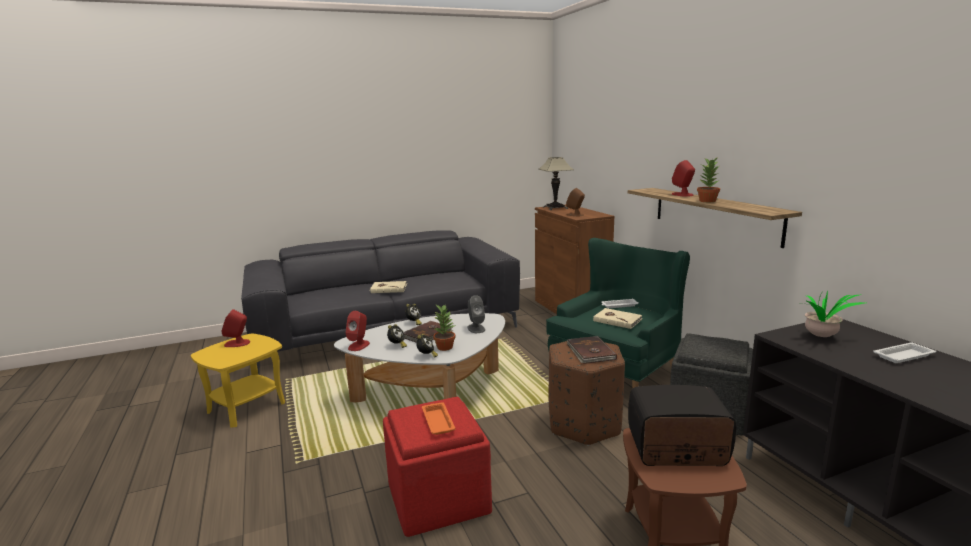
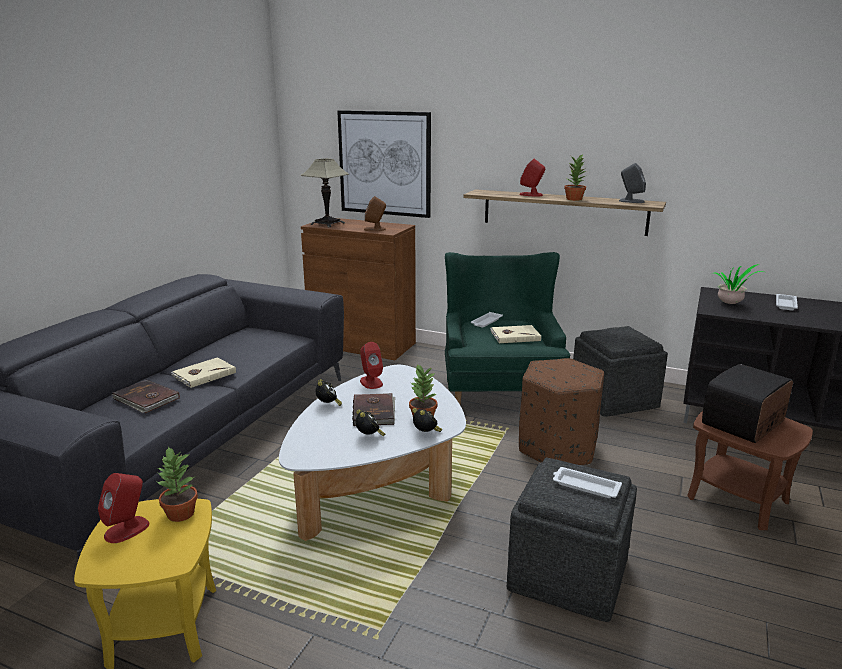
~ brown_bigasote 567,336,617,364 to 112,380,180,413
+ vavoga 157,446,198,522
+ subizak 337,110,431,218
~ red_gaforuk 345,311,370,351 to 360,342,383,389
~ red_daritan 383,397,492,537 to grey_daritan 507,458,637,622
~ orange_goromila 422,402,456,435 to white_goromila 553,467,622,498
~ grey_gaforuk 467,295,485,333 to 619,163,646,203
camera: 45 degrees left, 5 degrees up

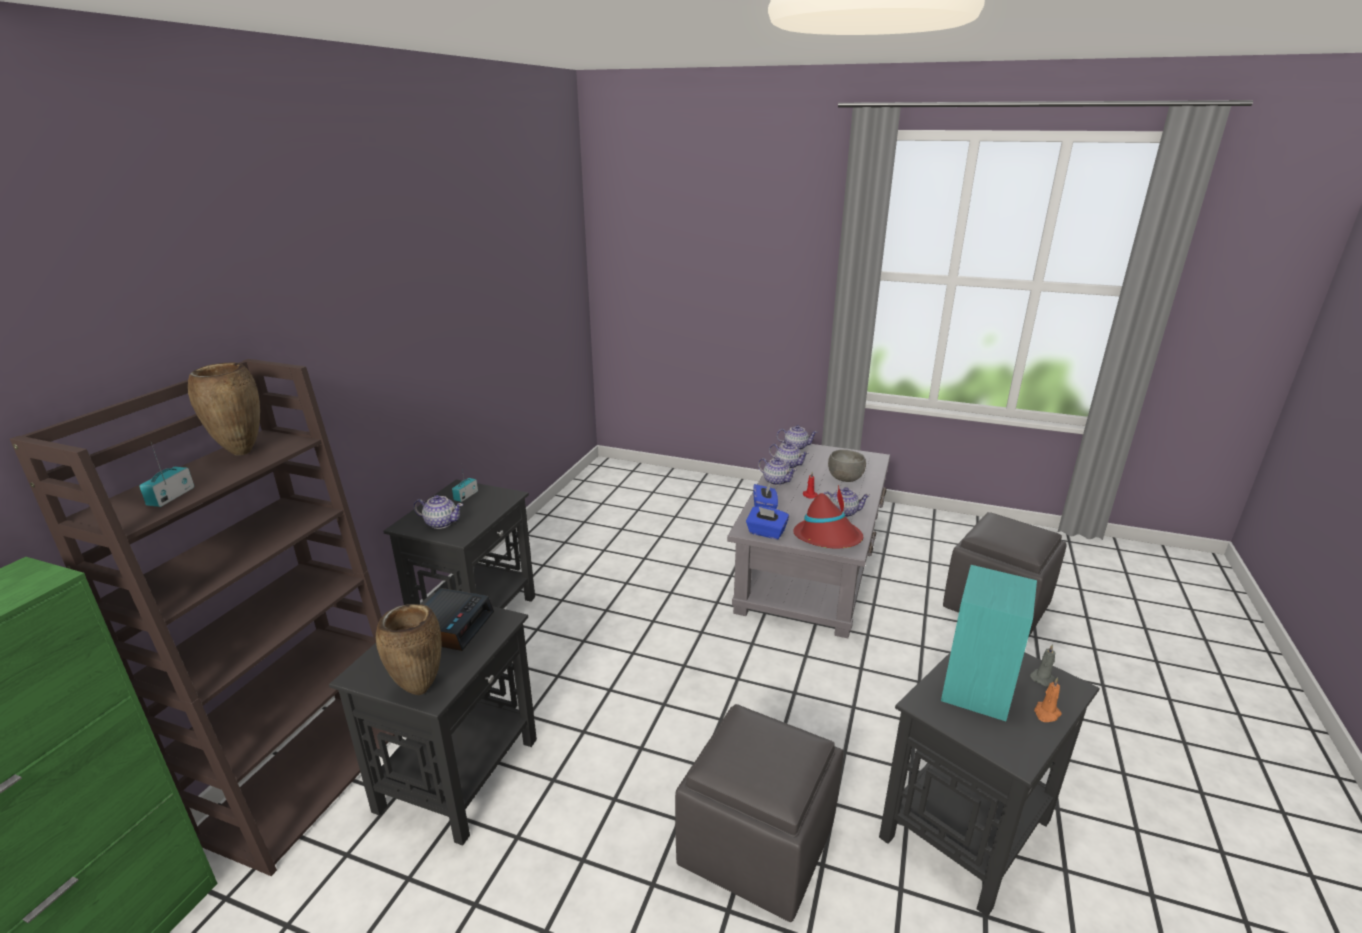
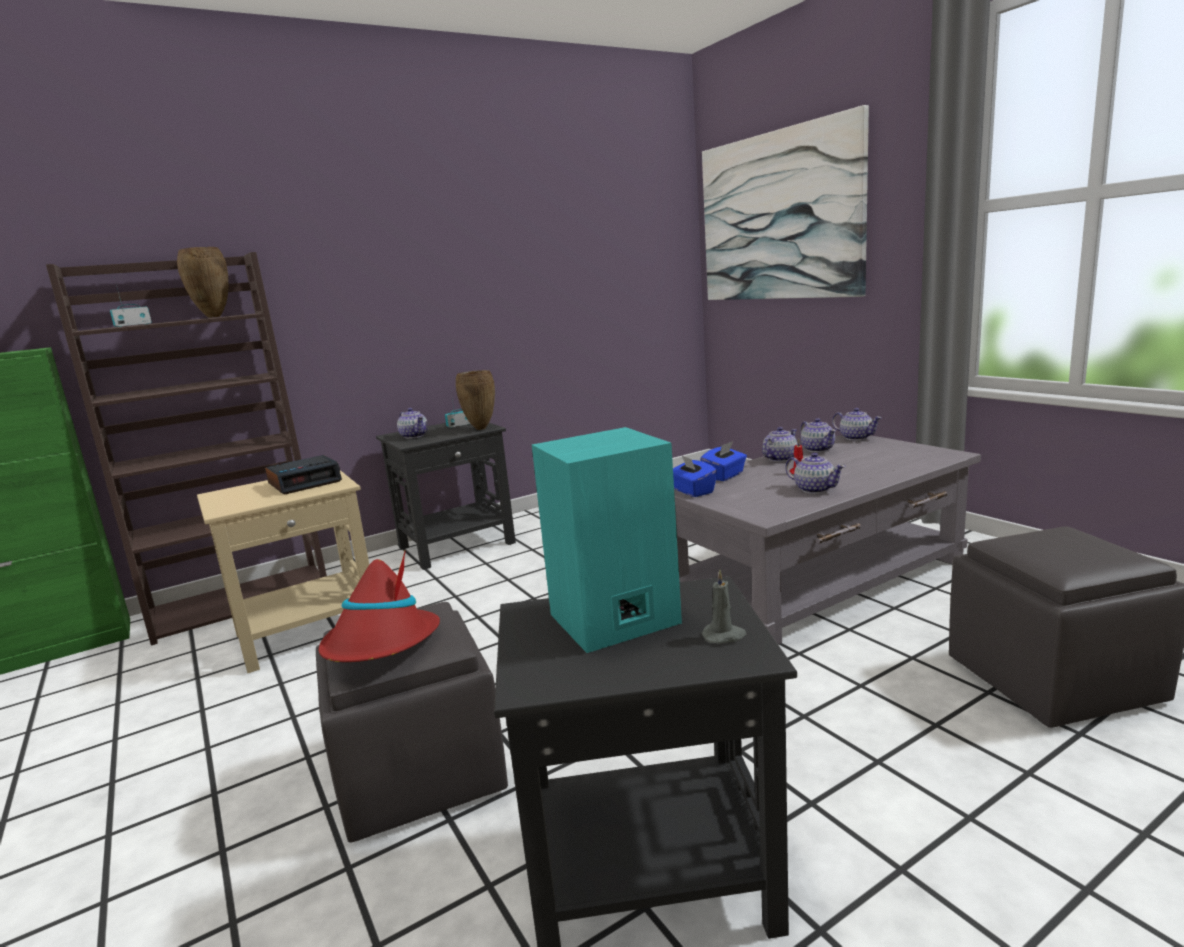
~ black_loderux 329,592,537,846 to beige_loderux 197,470,369,673
~ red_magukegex 793,485,863,548 to 319,550,440,662
~ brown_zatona 376,604,442,695 to 456,370,495,430
+ subizak 702,105,869,300
~ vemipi 758,458,797,486 = 762,427,797,462 120 degrees counterclockwise
- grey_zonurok 828,450,866,482
- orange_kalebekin 1034,677,1062,722
camera: 40 degrees right, 10 degrees down

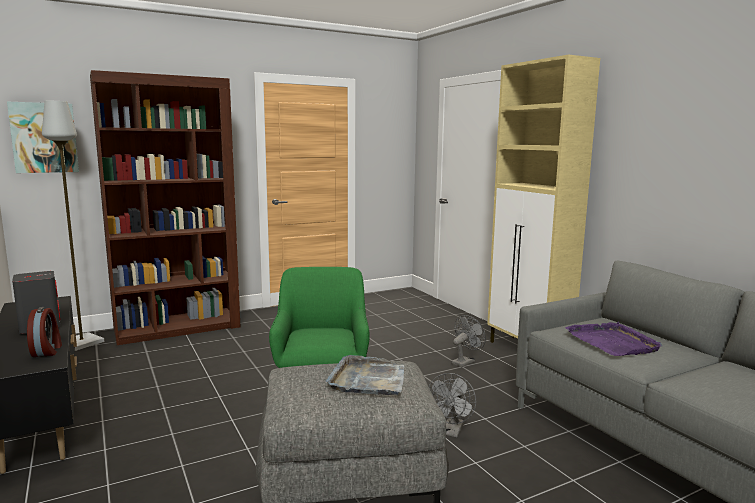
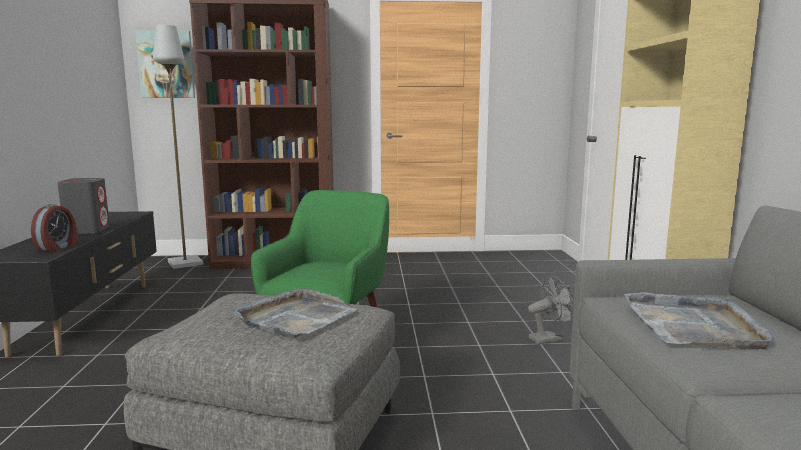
~ purple_goromila 565,322,662,356 to grey_goromila 625,292,776,350
- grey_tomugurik 429,373,476,438
camera: 25 degrees right, 0 degrees up

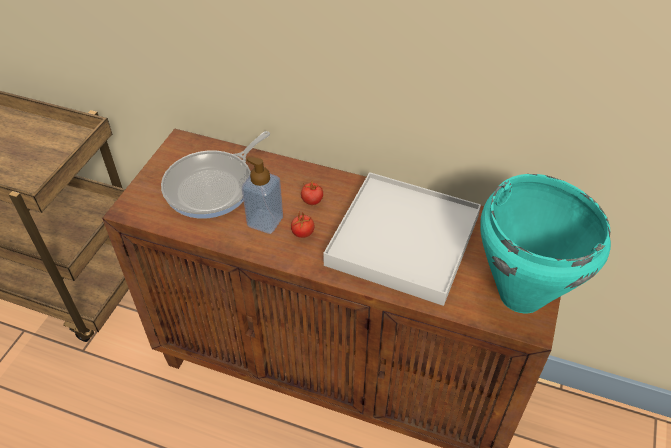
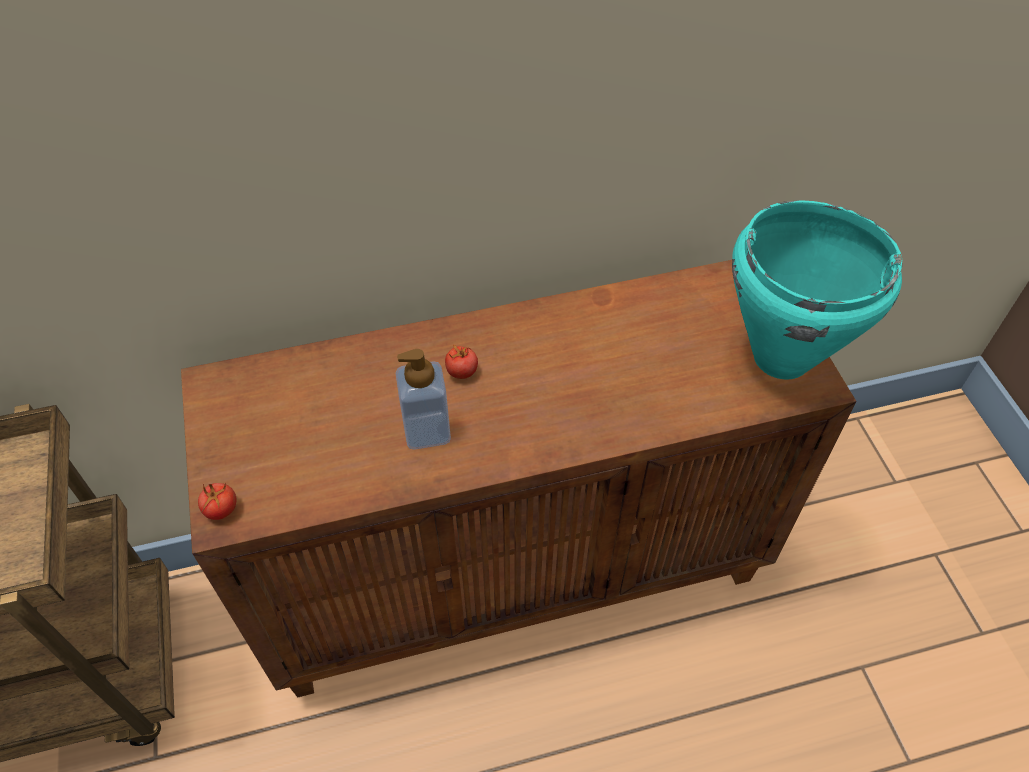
~ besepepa 291,210,314,238 to 198,483,237,520
- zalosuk 161,131,270,219
- white_goromila 323,172,481,306
camera: 35 degrees left, 5 degrees up

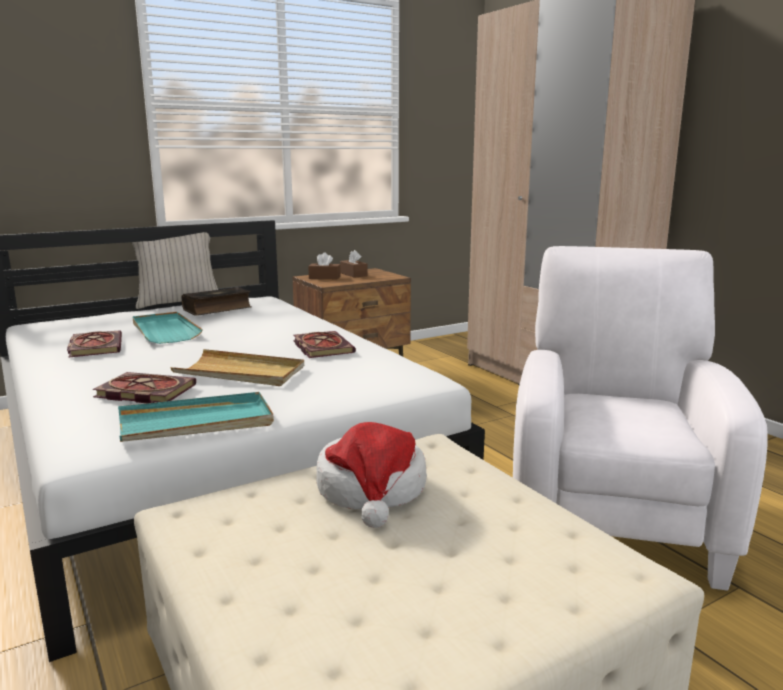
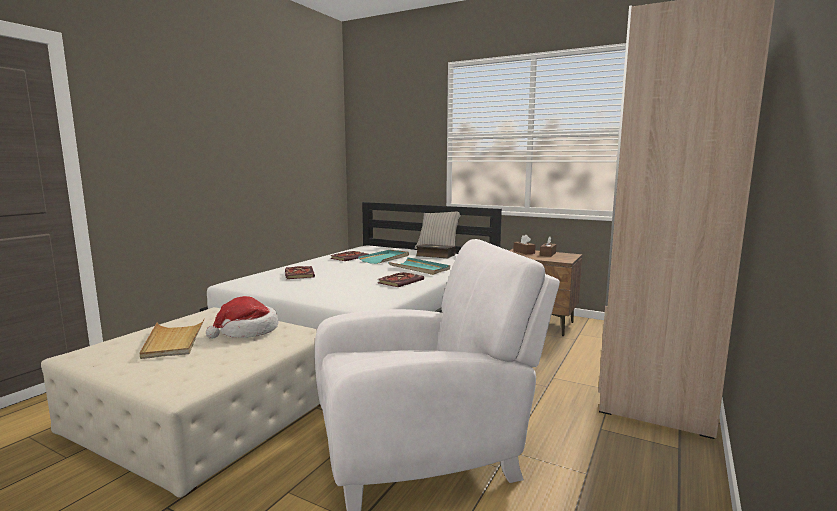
~ beige_goromila 170,349,304,386 to 140,318,205,359
~ turquoise_goromila 118,392,274,442 to 388,257,450,275
camera: 60 degrees right, 5 degrees down

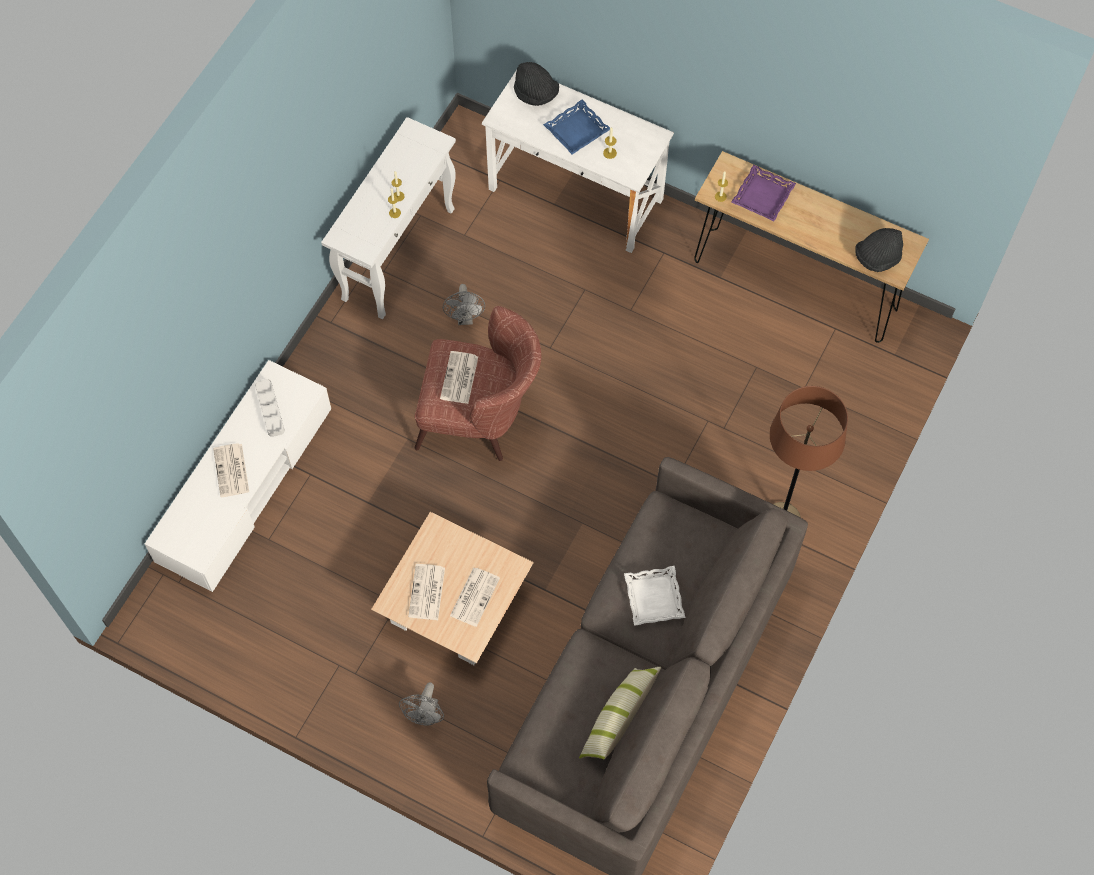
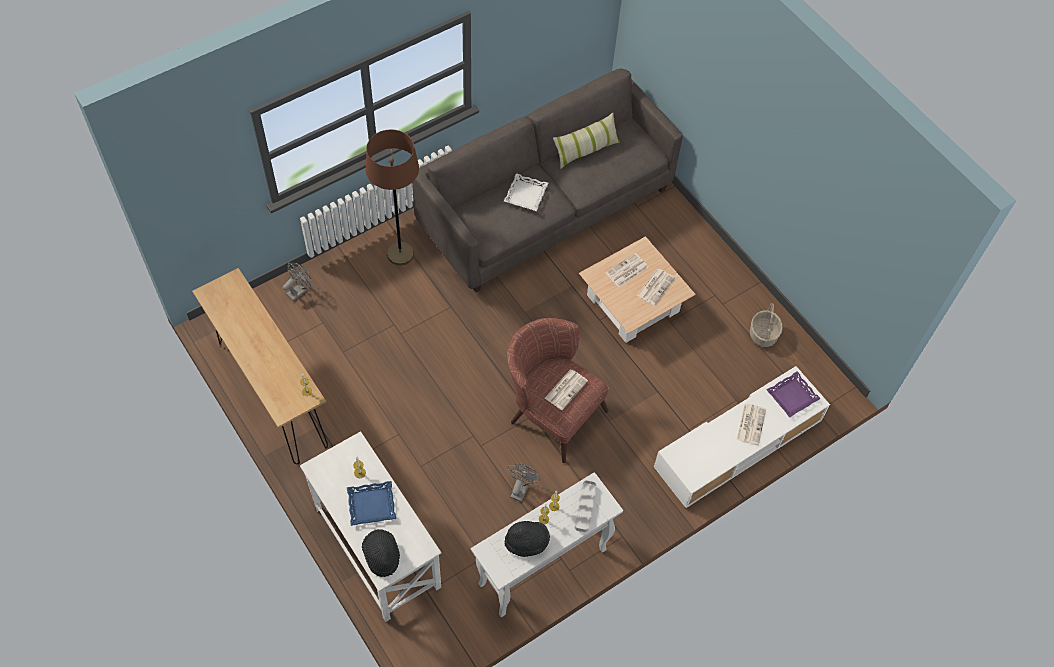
~ grey_tomugurik 399,682,444,726 to 283,263,311,301
~ black_magukegex 855,228,903,272 to 504,521,550,557
~ grey_goromila 255,379,285,437 to 575,480,597,532
+ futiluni 750,303,783,347
~ purple_goromila 731,165,796,221 to 766,371,821,418
camera: 155 degrees left, 5 degrees down

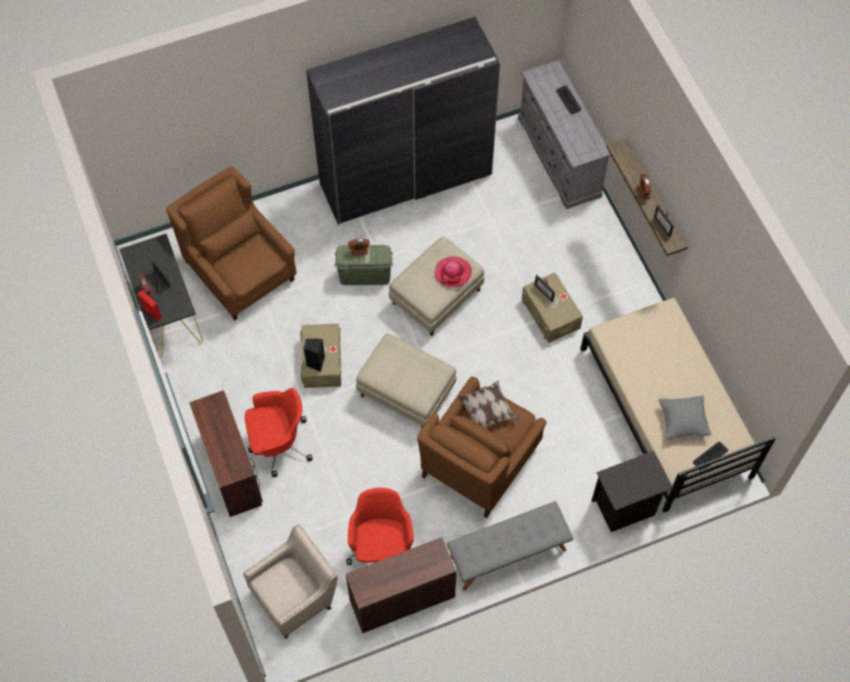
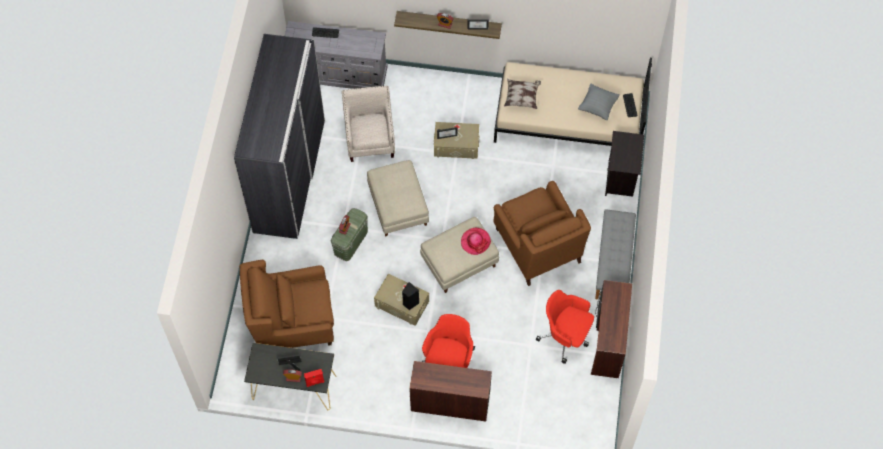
~ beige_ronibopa 243,524,338,639 to 342,86,395,162
~ magukegex 435,256,472,287 to 461,228,491,255
~ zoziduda 457,380,519,428 to 504,79,541,109
camera: 60 degrees left, 0 degrees up

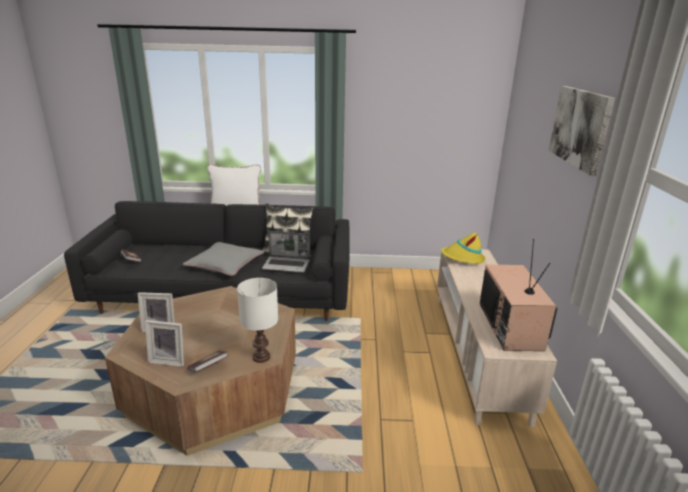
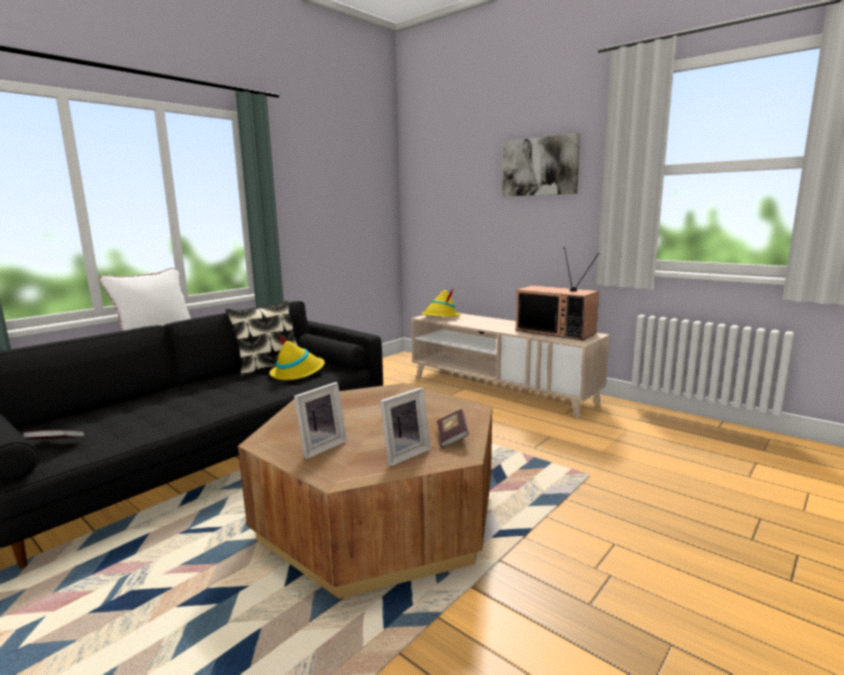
~ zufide 262,231,310,272 to yellow_magukegex 269,334,325,380
- grey_zoziduda 183,242,264,276
- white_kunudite 237,278,278,363
camera: 50 degrees left, 10 degrees down

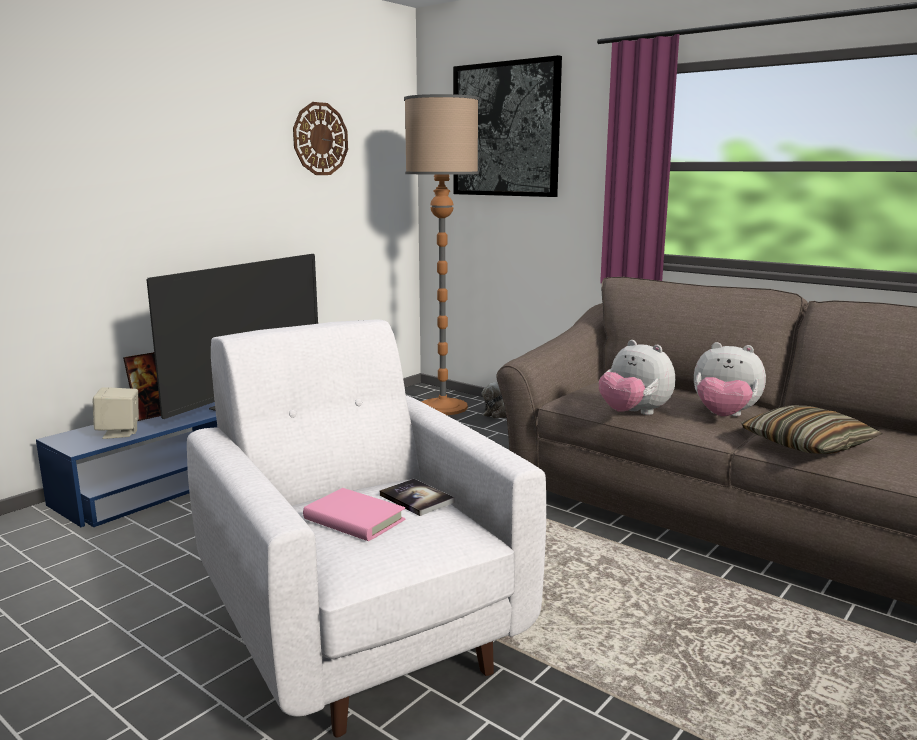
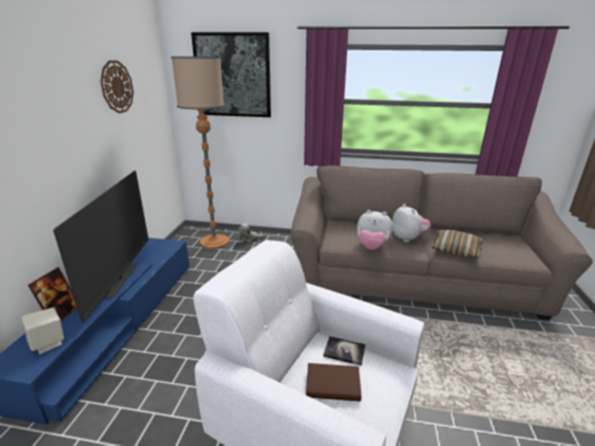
~ pink_bigasote 303,488,405,541 to brown_bigasote 306,363,361,401
~ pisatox 694,342,766,416 = 392,204,431,243 105 degrees counterclockwise
camera: 30 degrees left, 10 degrees up

